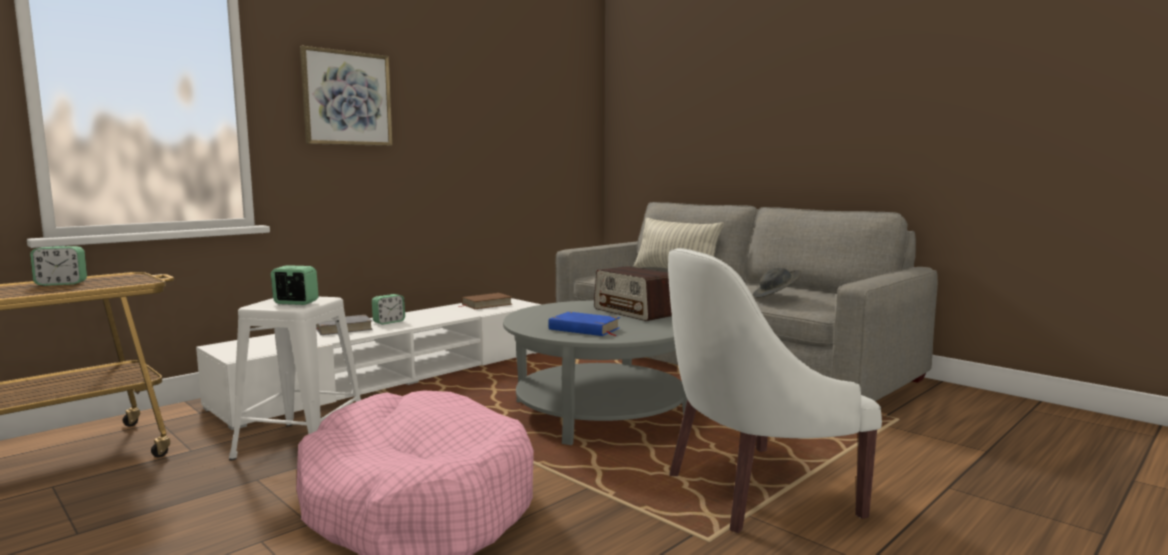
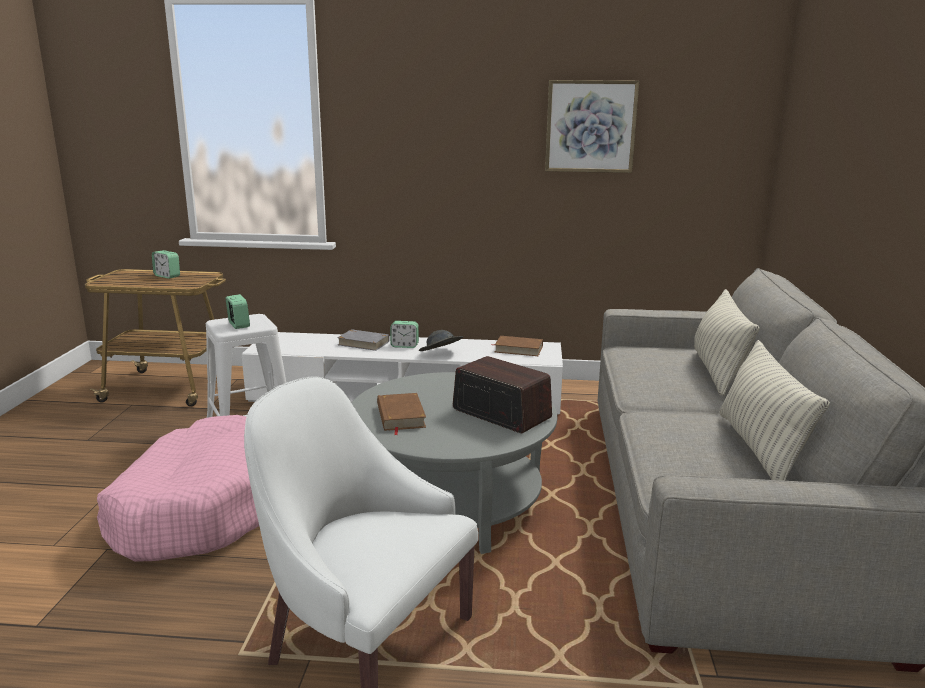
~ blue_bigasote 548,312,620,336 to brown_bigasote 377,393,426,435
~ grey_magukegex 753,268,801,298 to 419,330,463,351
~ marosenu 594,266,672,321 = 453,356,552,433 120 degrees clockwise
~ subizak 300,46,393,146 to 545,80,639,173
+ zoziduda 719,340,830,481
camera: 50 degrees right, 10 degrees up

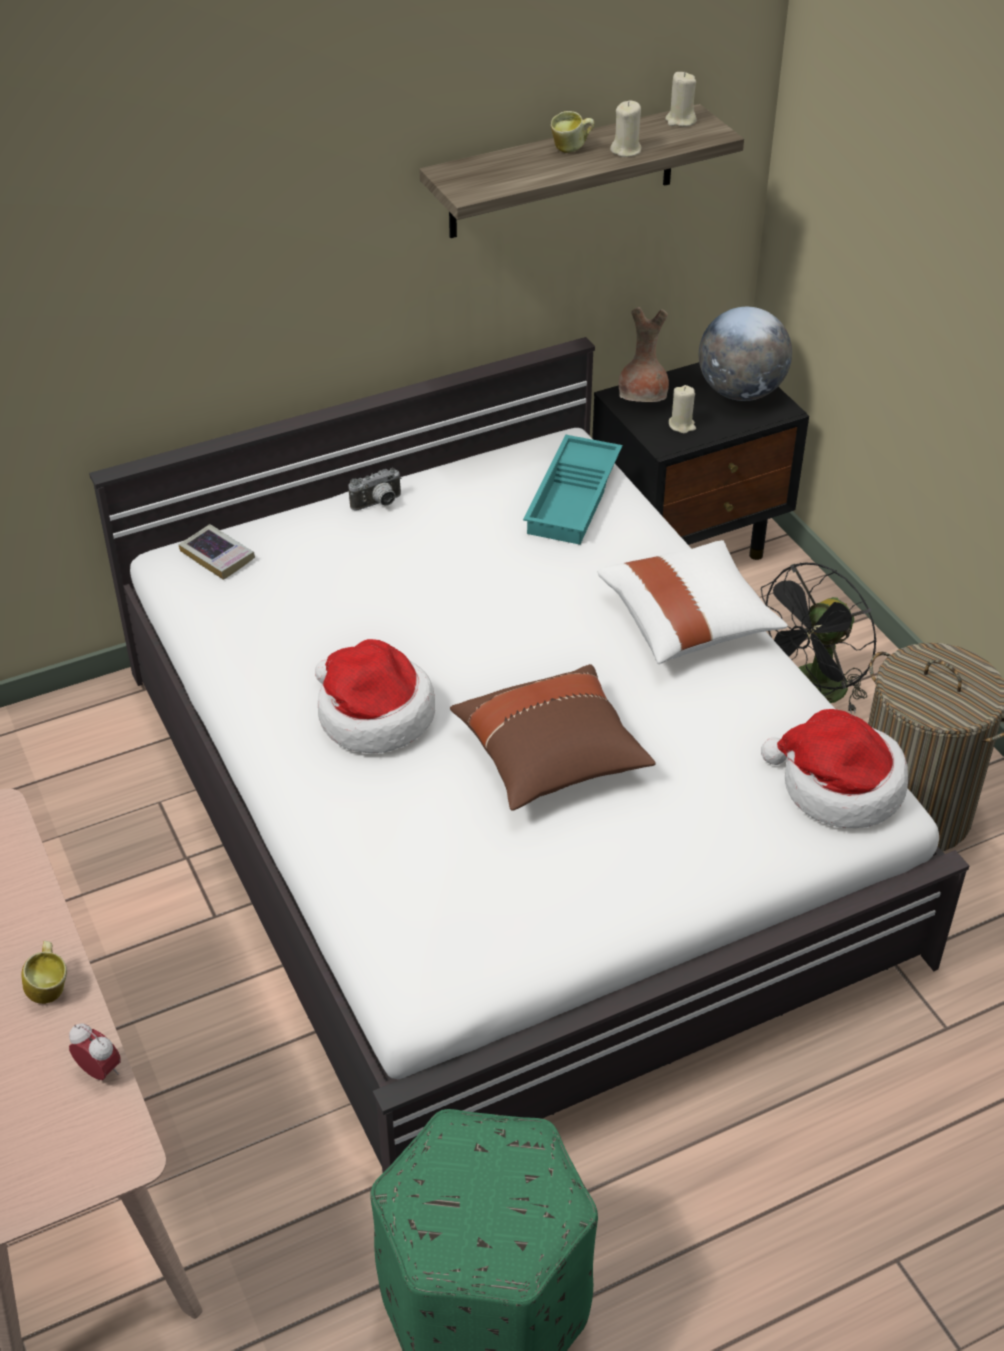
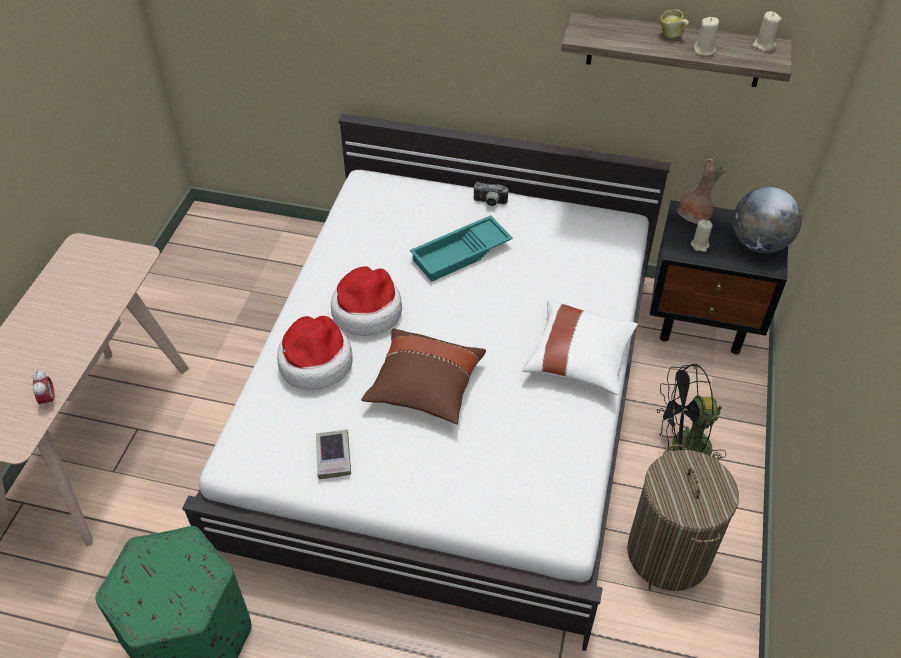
~ magukegex 761,709,908,828 to 277,316,353,390
~ bigasote 178,524,255,580 to 316,430,351,479
~ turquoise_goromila 523,435,622,545 to 410,215,513,282
- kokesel 22,941,67,1004
camera: 40 degrees right, 5 degrees up

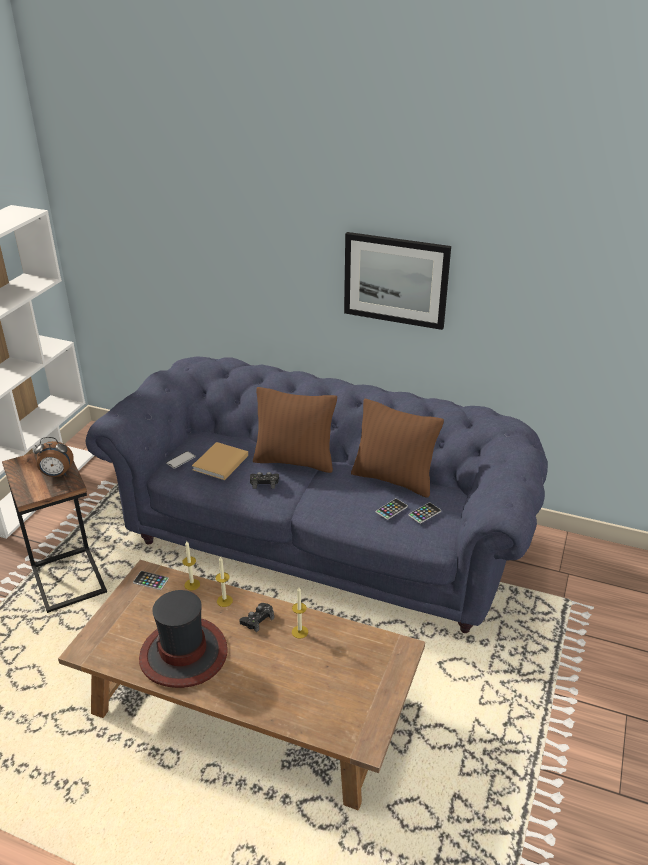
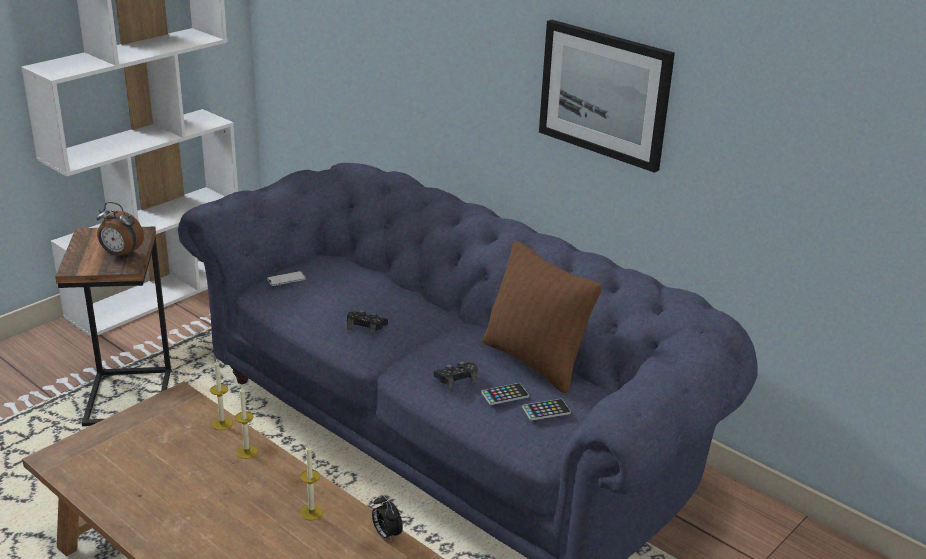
+ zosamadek 372,495,403,542
~ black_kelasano 239,603,274,632 to 434,361,478,389
- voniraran 133,571,169,590
- magukegex 139,590,228,688
- beige_bigasote 192,442,248,480
- brown_zoziduda 253,387,337,473
camera: 20 degrees right, 5 degrees down

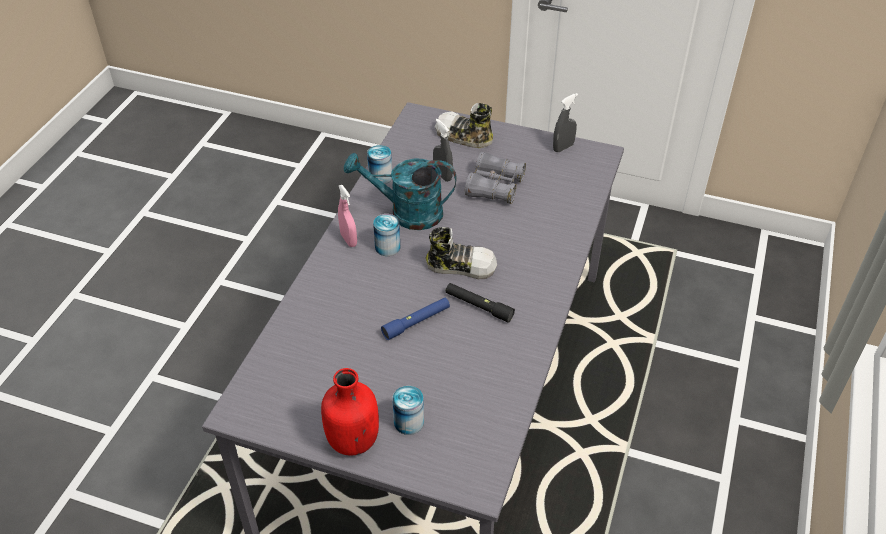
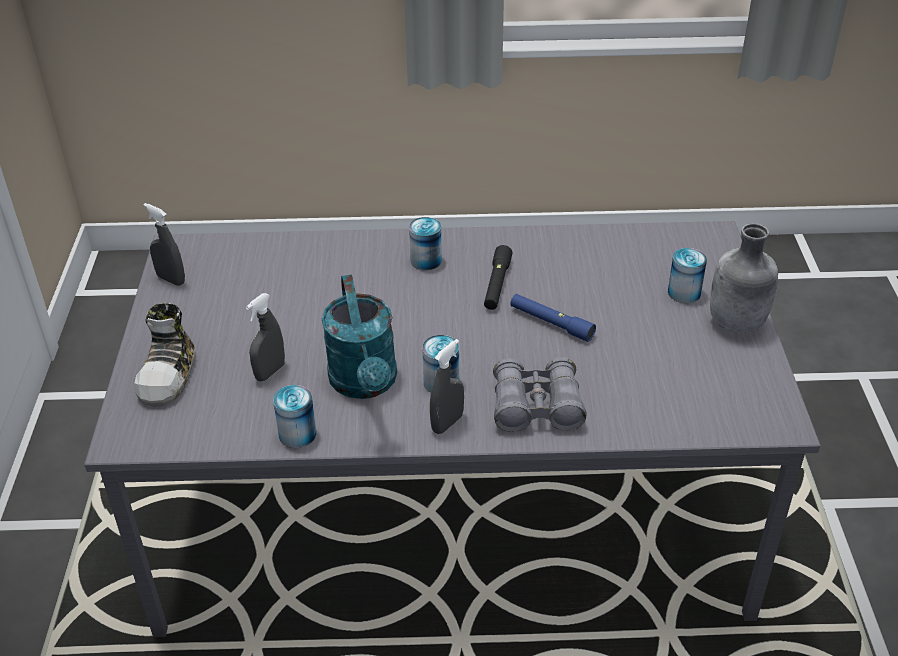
+ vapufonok 409,217,442,270
~ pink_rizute 338,185,357,247 to grey_rizute 430,339,464,434
~ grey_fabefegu 465,152,526,204 to 493,357,587,432
~ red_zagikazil 321,368,379,456 to grey_zagikazil 710,223,778,333
- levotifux 425,227,497,279
camera: 110 degrees left, 5 degrees down

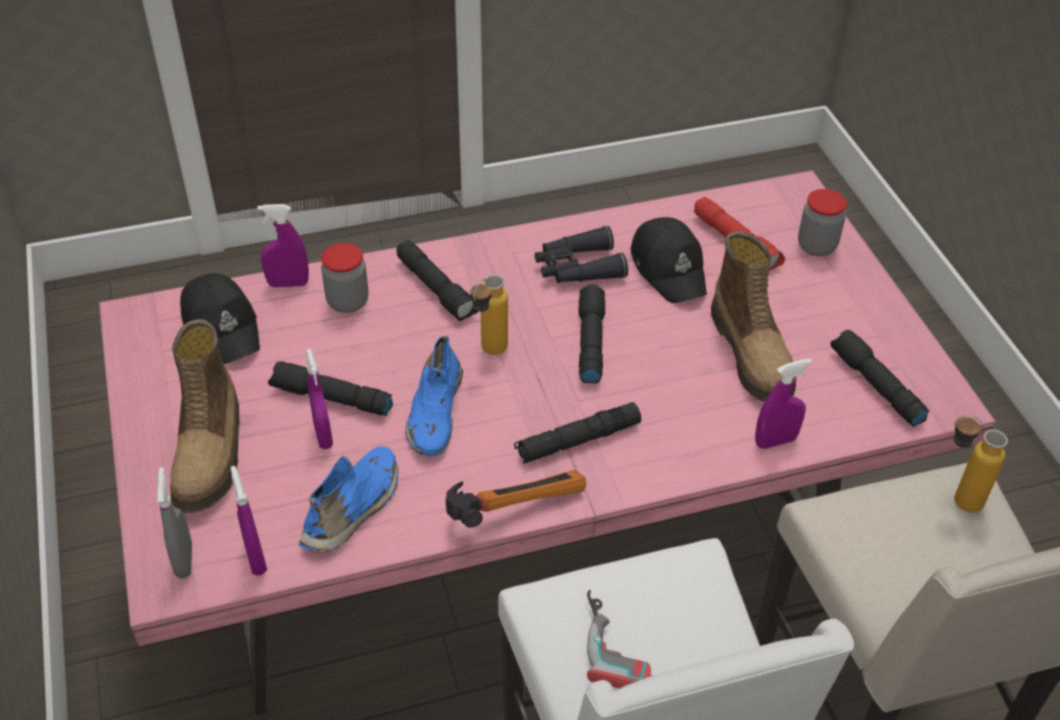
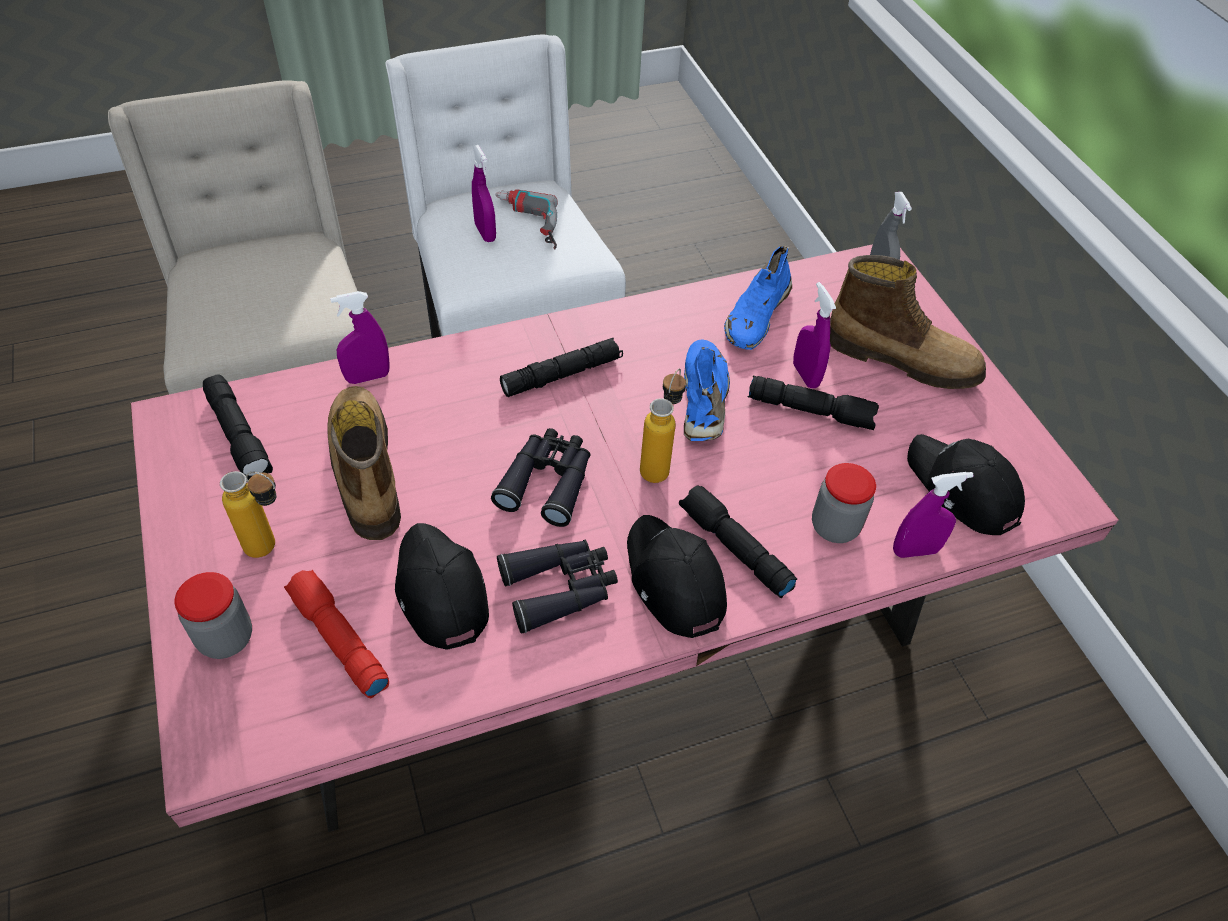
~ zagikazil 954,415,1008,513 to 220,471,277,558
~ purple_rizute 231,466,267,575 to 472,145,496,242
~ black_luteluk 579,284,605,384 to black_fabefegu 491,428,590,527
+ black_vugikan 627,515,727,638
~ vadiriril 170,319,240,513 = 830,255,986,389 120 degrees clockwise
- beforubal 446,470,586,527
camera: 175 degrees right, 5 degrees up

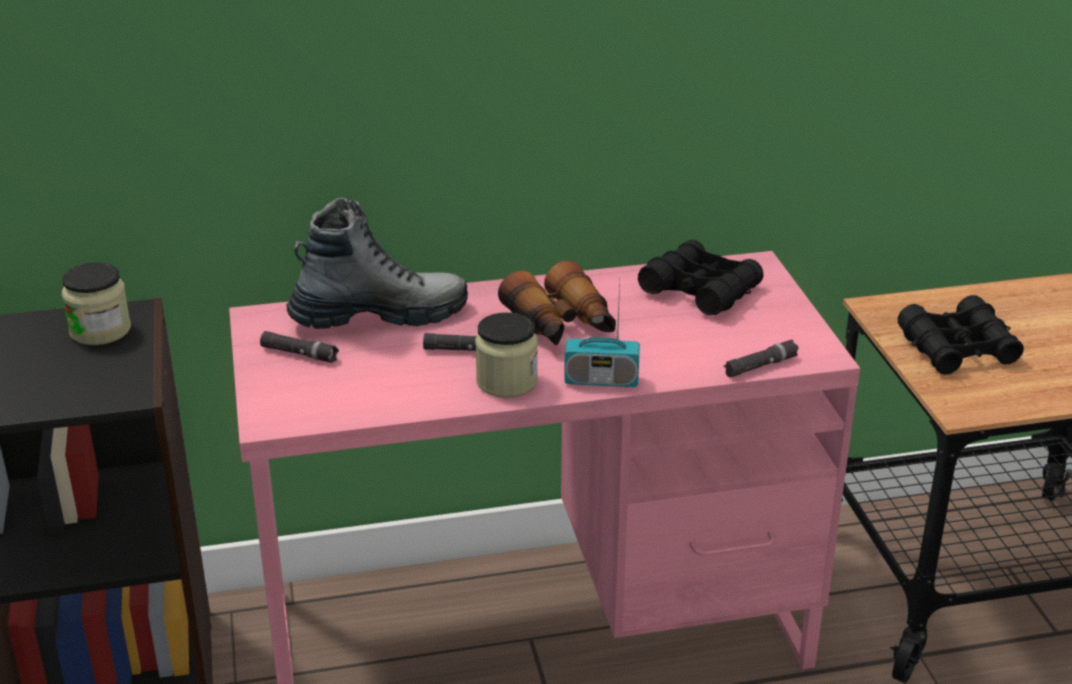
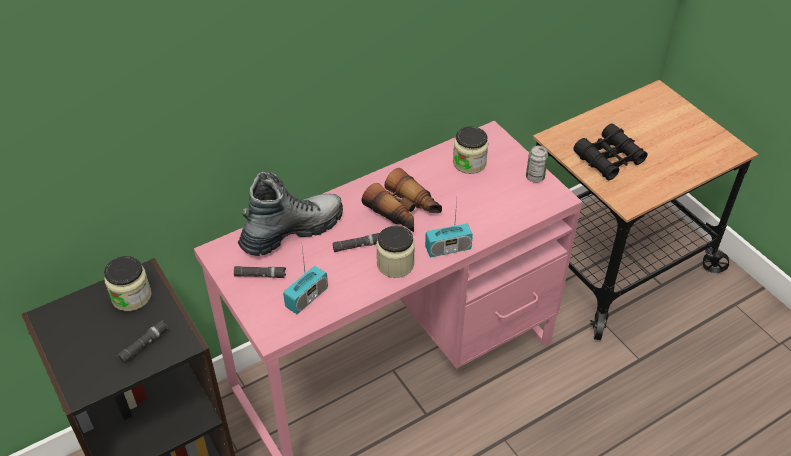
~ black_luteluk 724,340,799,378 to 118,320,168,364
+ marosenu 283,248,328,314
~ black_fabefegu 638,240,764,316 to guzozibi 453,126,488,174
+ vapufonok 526,146,548,183
camera: 20 degrees left, 15 degrees up

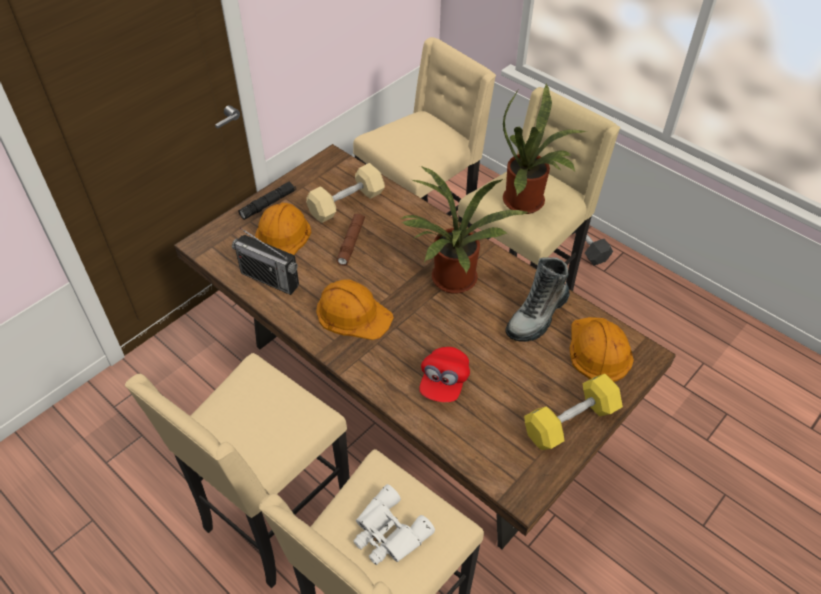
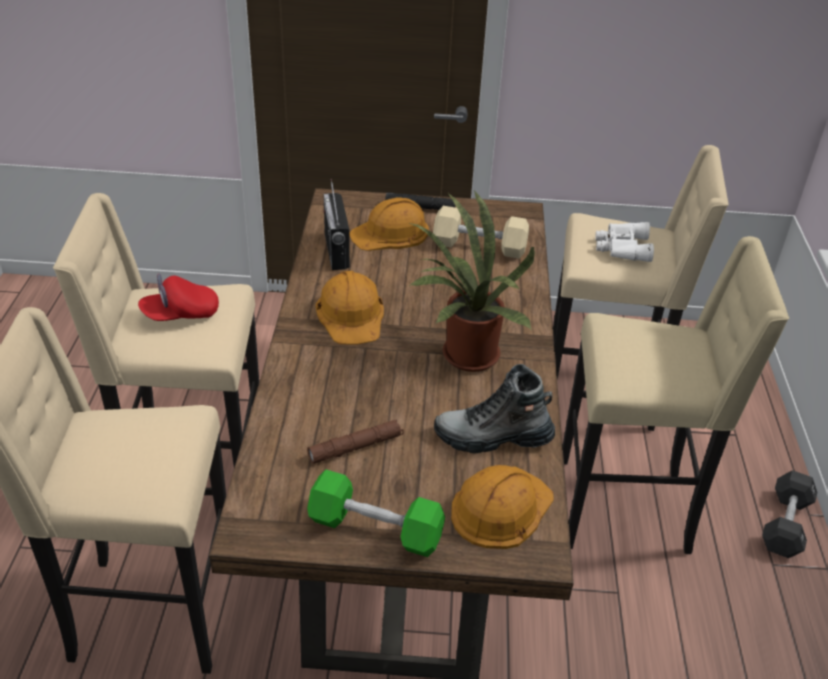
~ red_vugikan 419,347,470,402 to 138,274,219,321
~ brown_luteluk 336,214,365,266 to 307,420,404,464
~ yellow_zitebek 524,374,623,450 to green_zitebek 307,469,445,557
~ white_fabefegu 353,484,435,565 to 595,222,654,262
- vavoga 503,84,587,214
camera: 50 degrees right, 10 degrees down

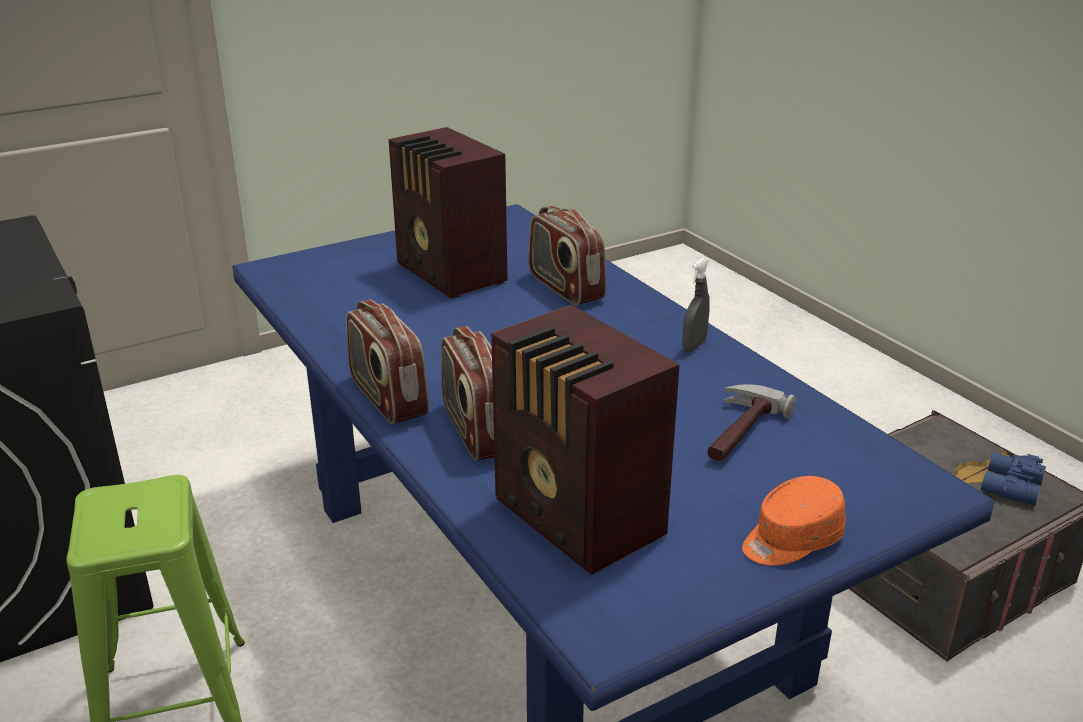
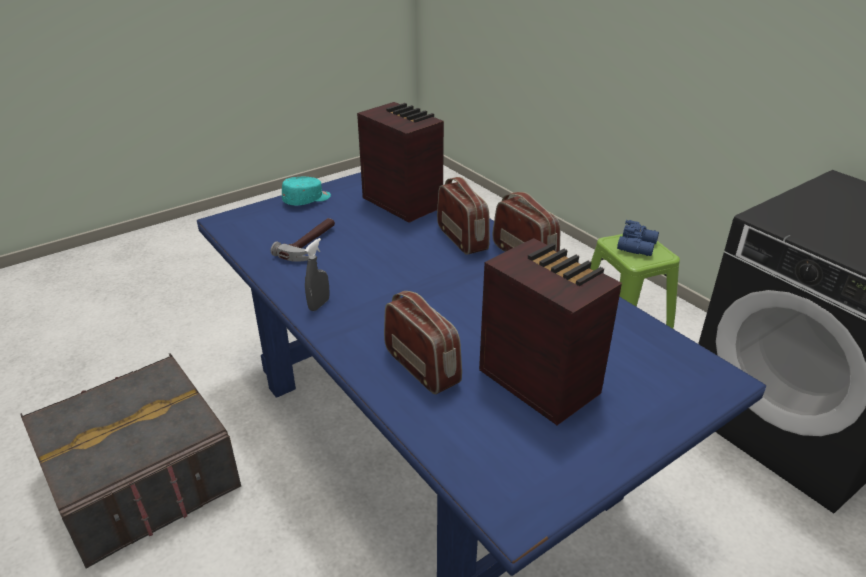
~ orange_vugikan 742,476,846,566 to turquoise_vugikan 282,177,331,206
~ blue_fabefegu 981,452,1046,505 to 617,220,659,256
camera: 175 degrees right, 5 degrees up

